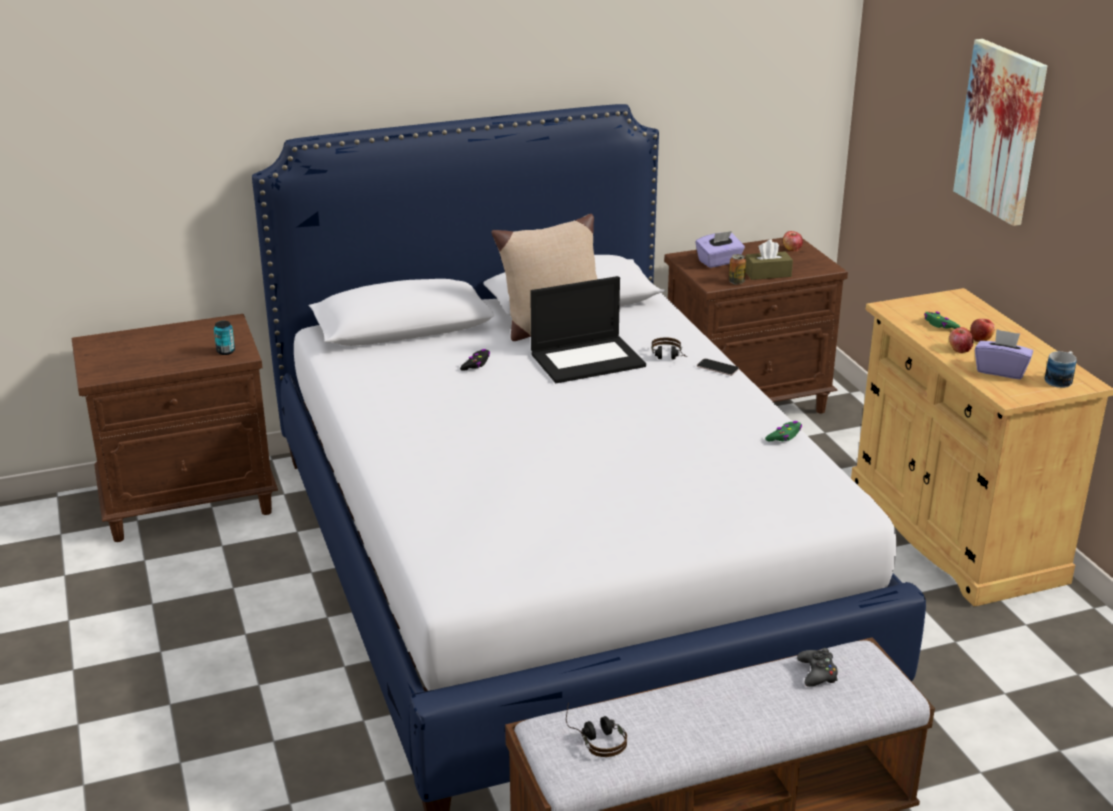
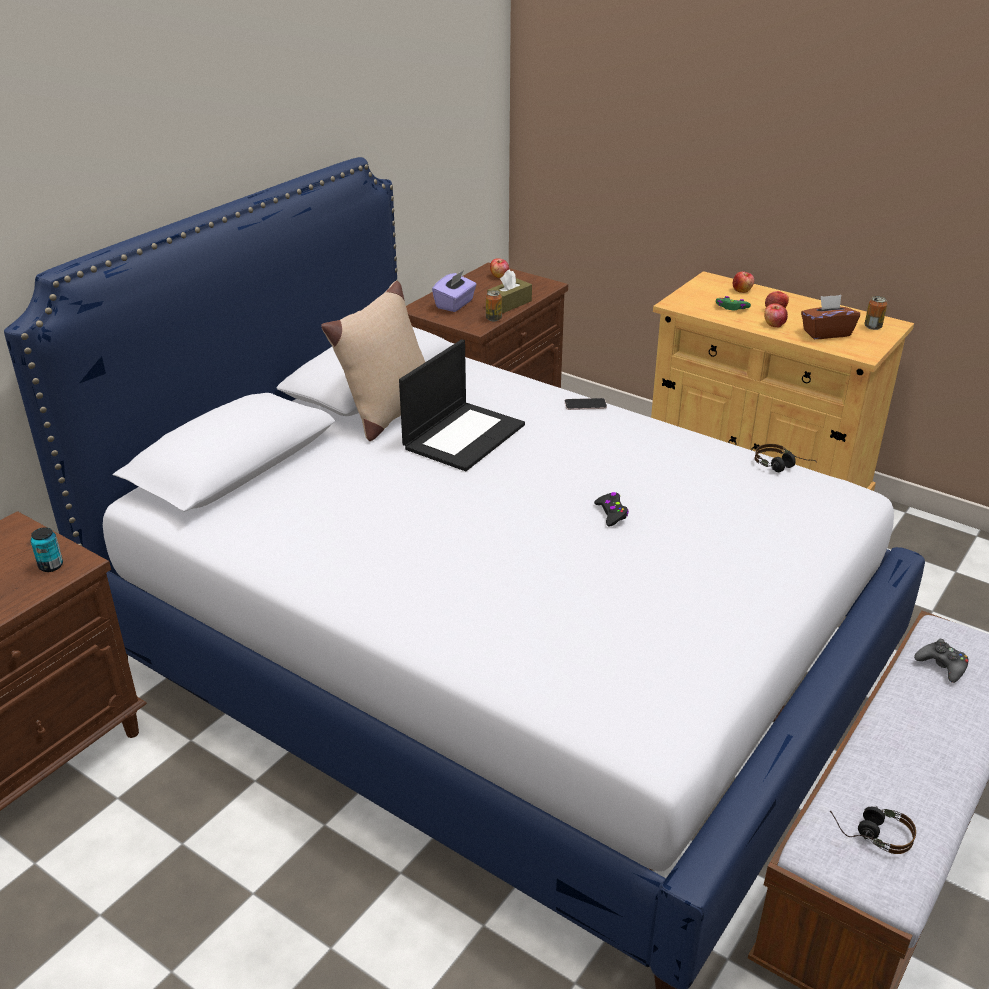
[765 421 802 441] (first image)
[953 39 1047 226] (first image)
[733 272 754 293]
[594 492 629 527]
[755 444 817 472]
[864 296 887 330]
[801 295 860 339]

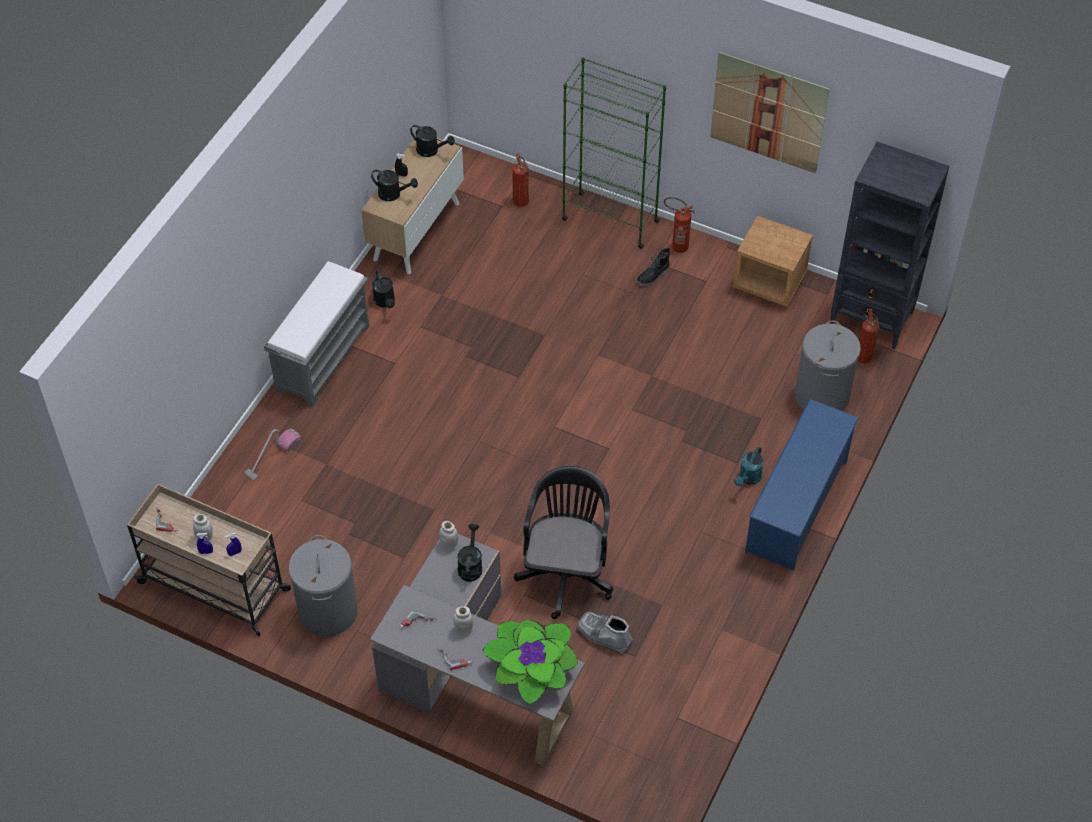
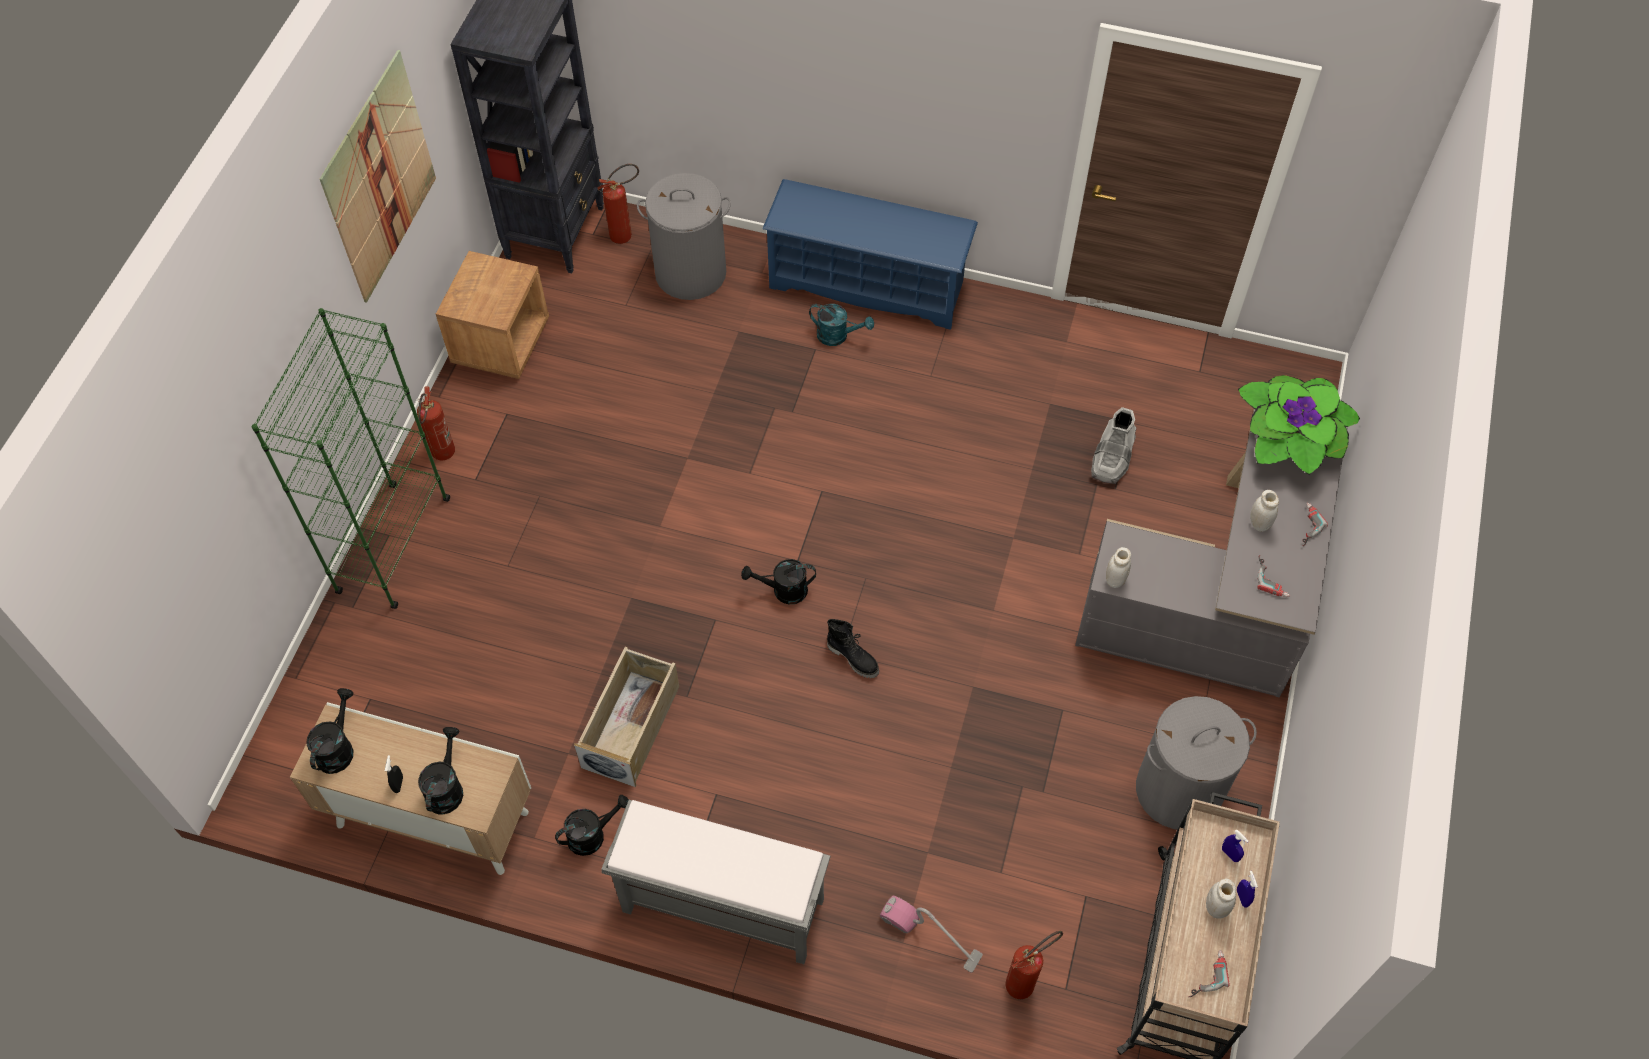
[514 466 613 619] (first image)
[574 647 679 787]
[741 559 816 604]
[1005 931 1063 999]
[827 619 879 678]

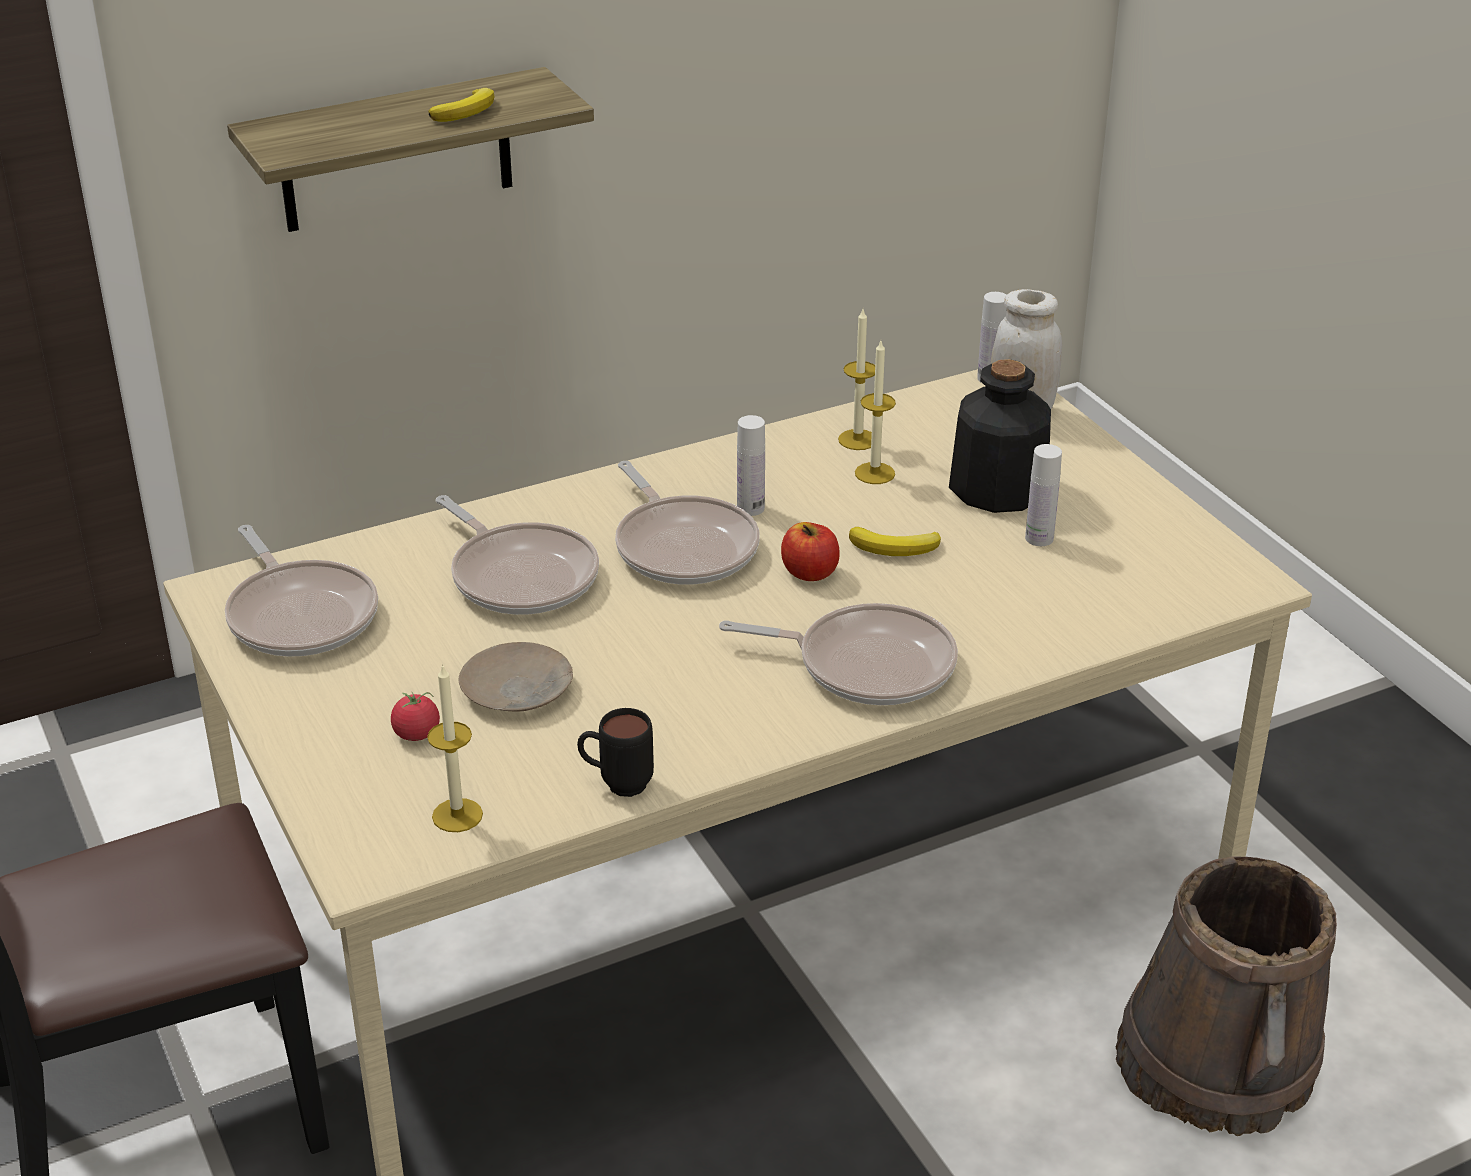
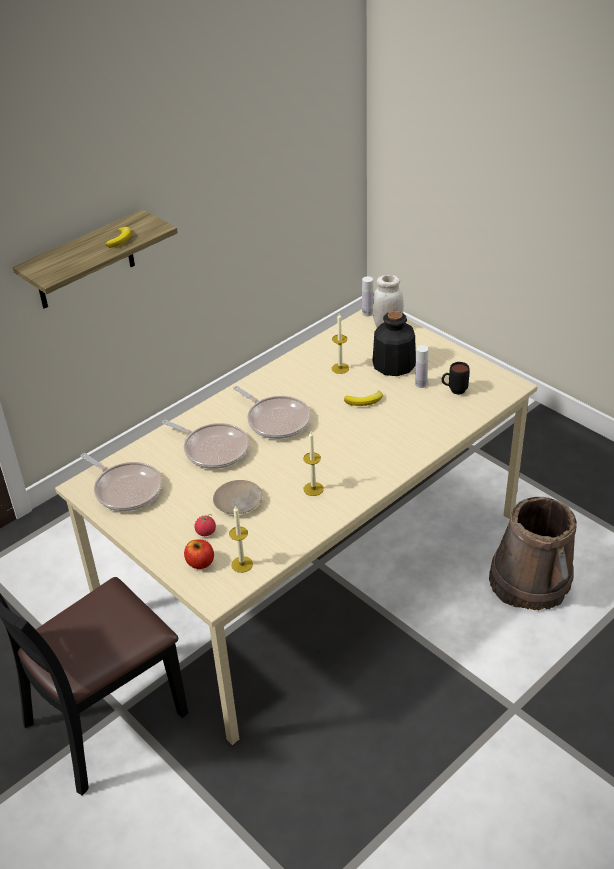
[719 603 958 705] (first image)
[737 415 765 516] (first image)
[442 362 470 395]
[184 540 214 569]
[303 432 324 496]

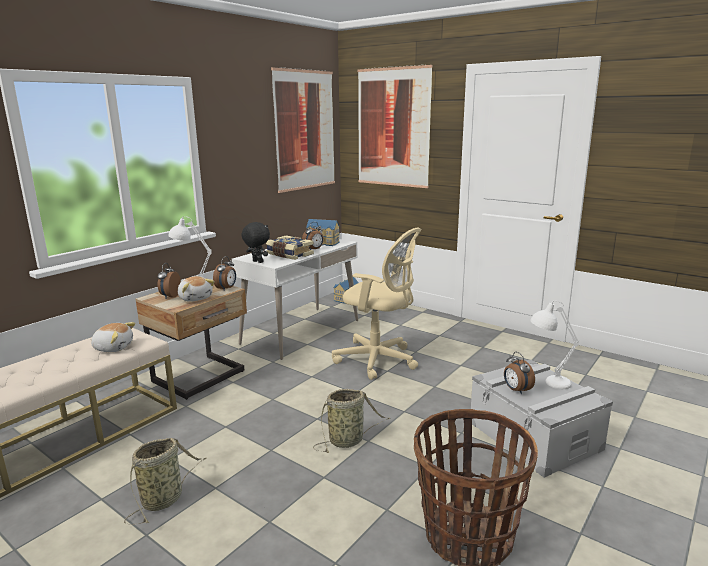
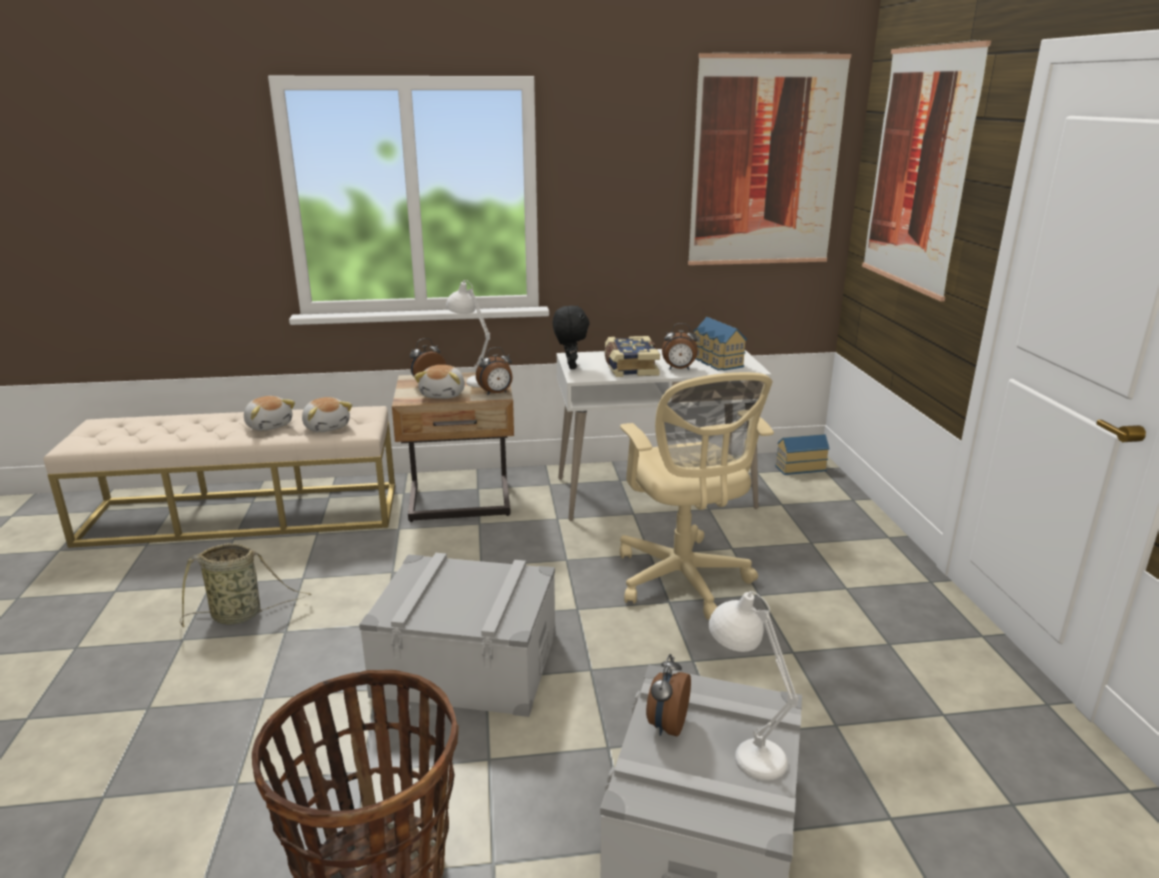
[244 396 295 431]
[359 553 555 717]

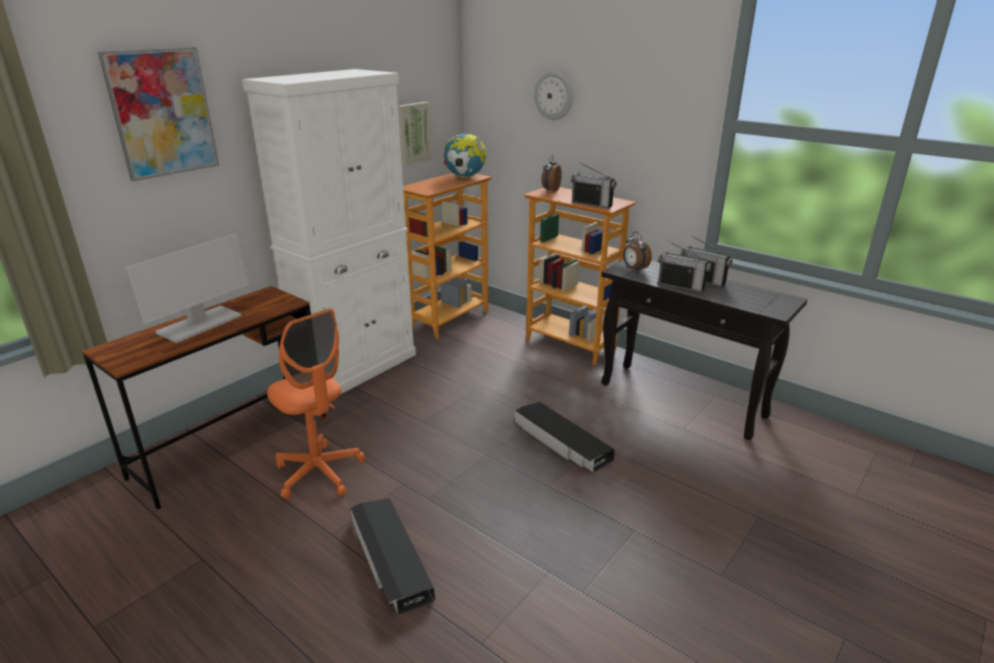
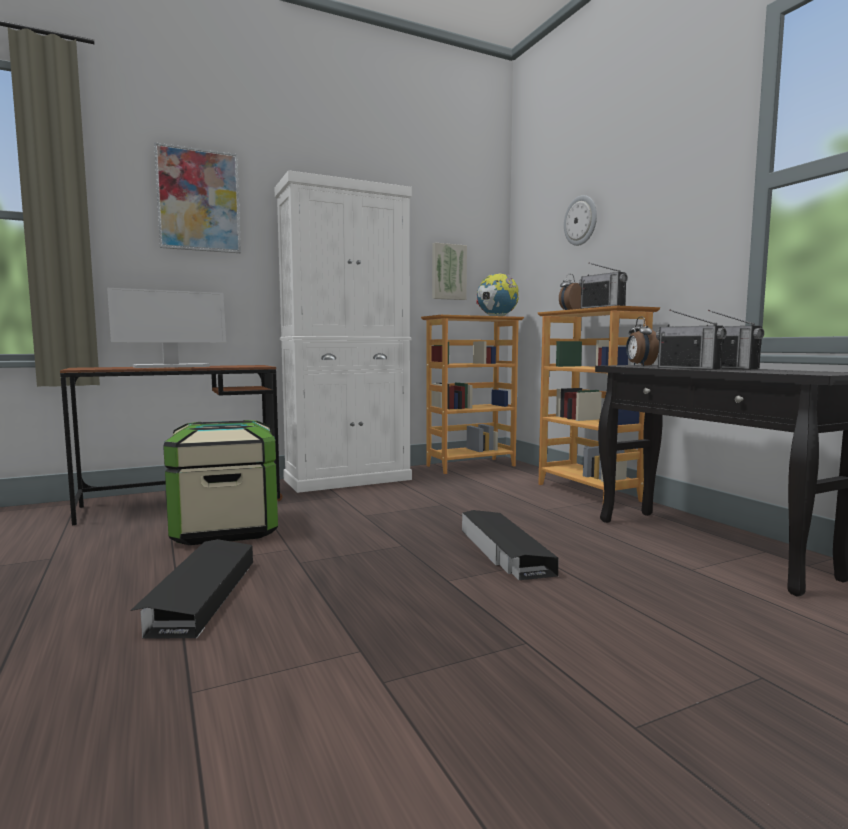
[163 420 278 545]

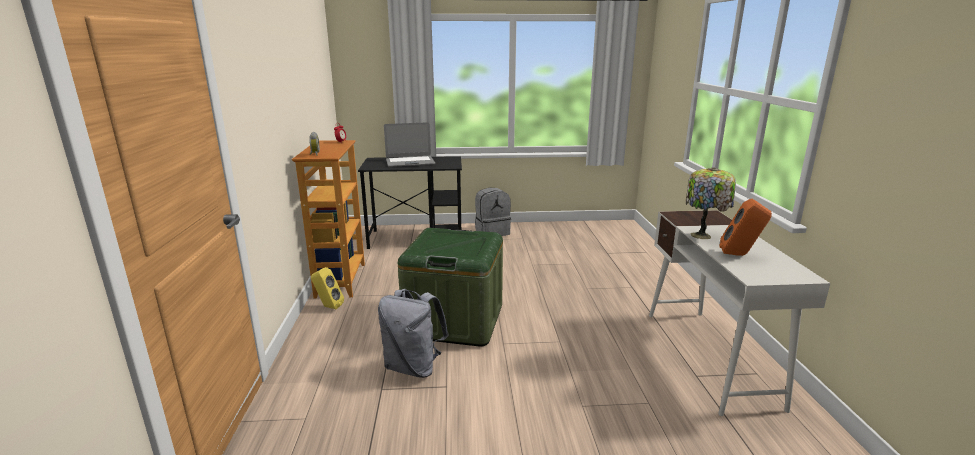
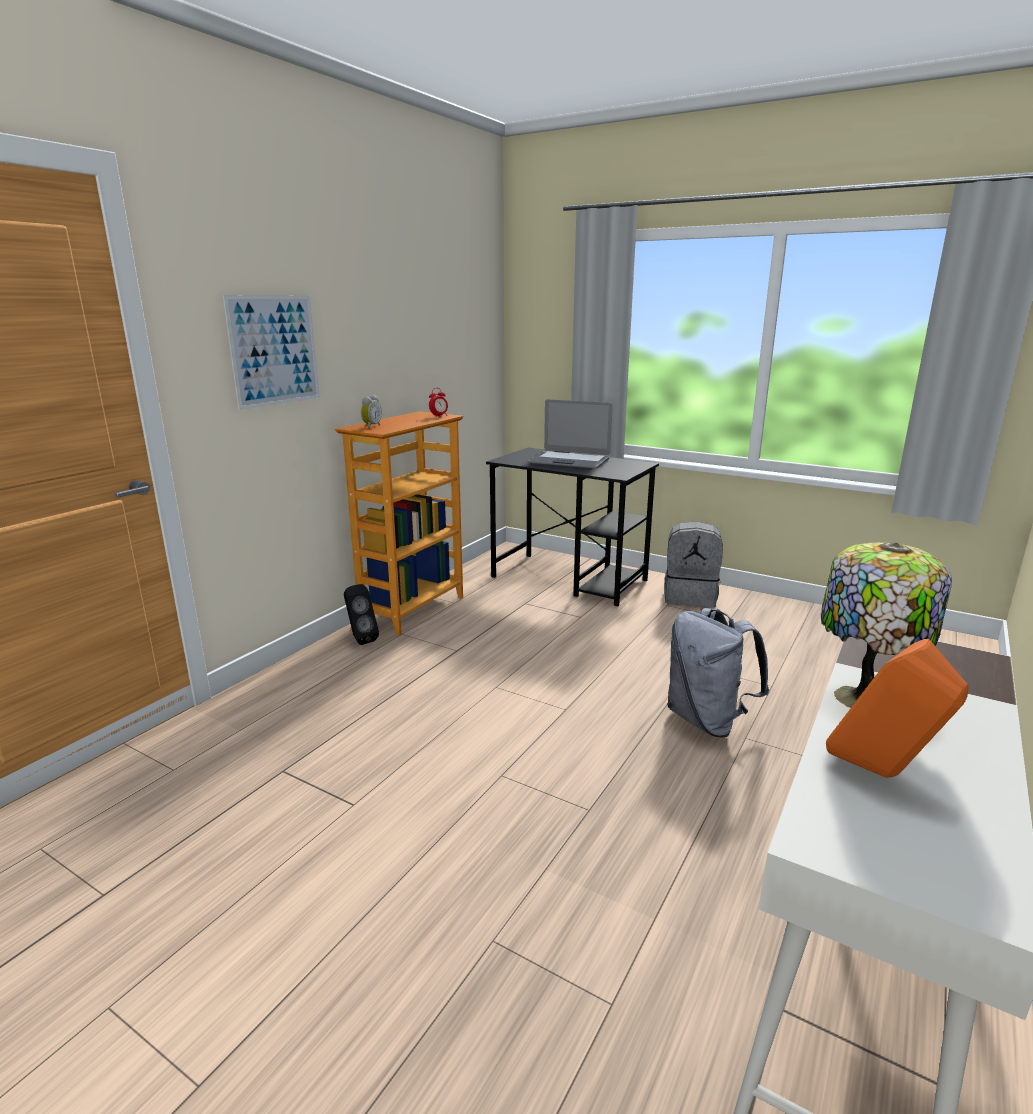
[398 228 503 347] (first image)
[223 295 320 410]
[667 608 769 738]
[344 584 379 645]

